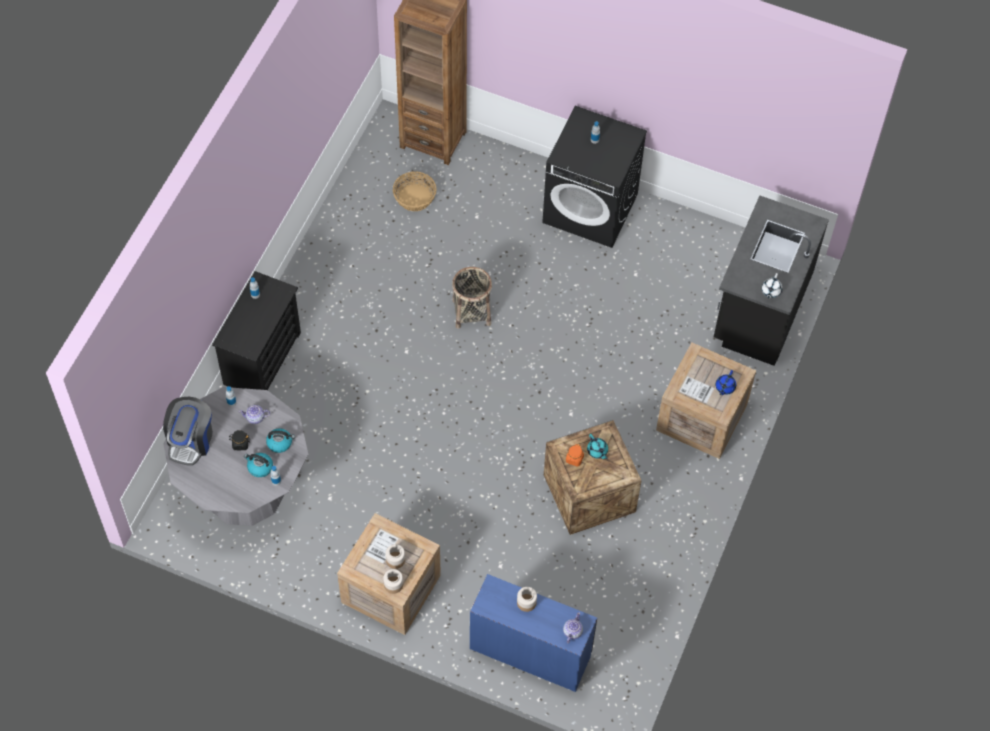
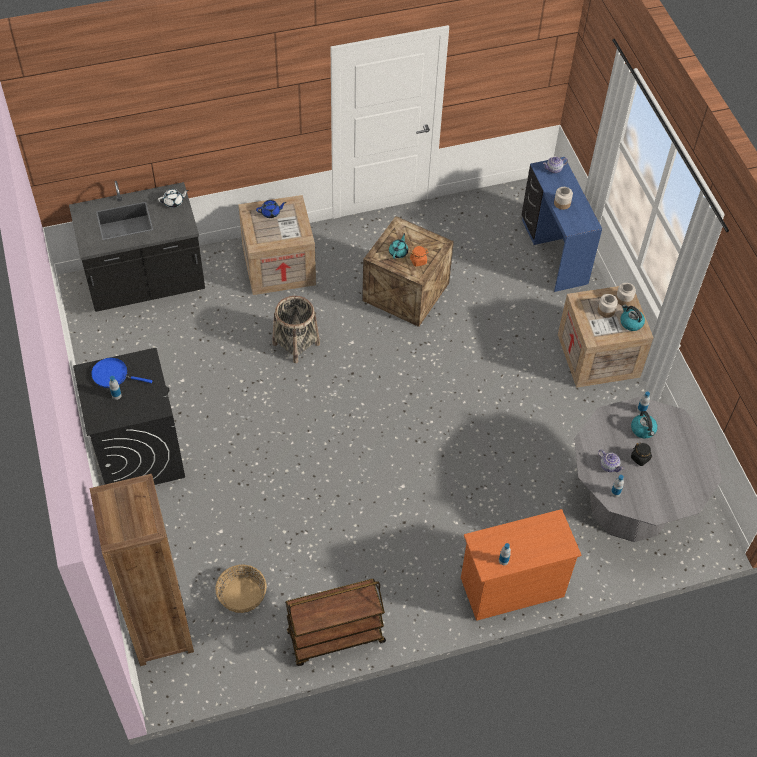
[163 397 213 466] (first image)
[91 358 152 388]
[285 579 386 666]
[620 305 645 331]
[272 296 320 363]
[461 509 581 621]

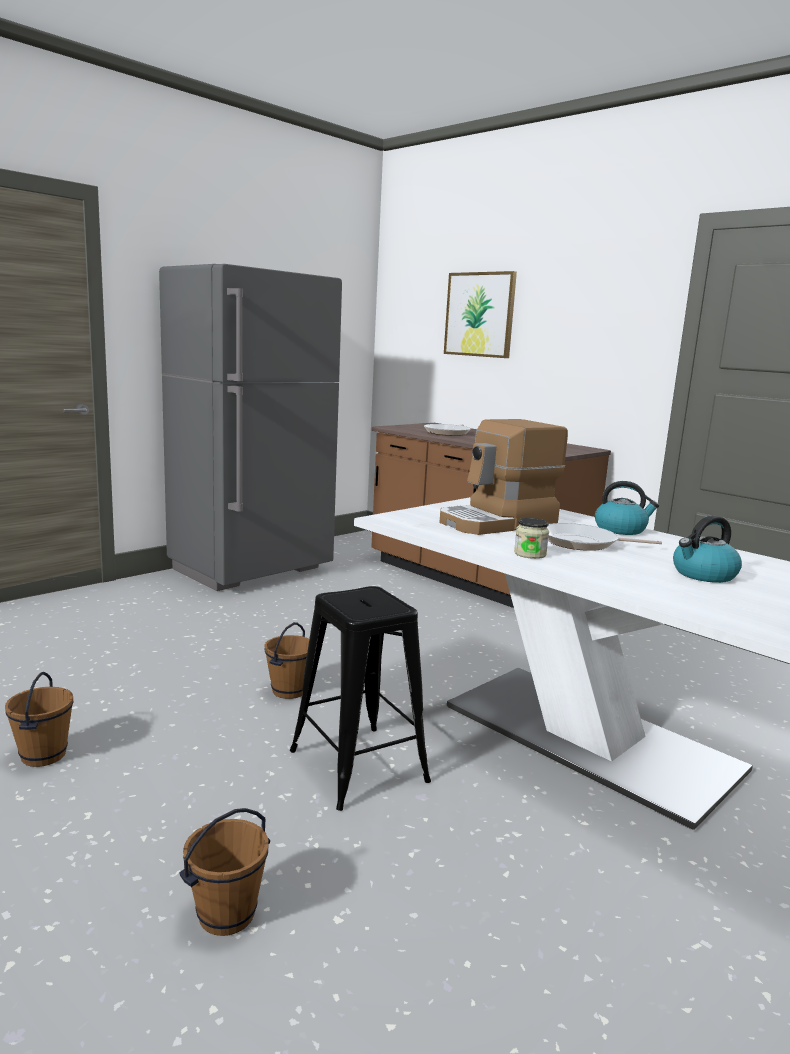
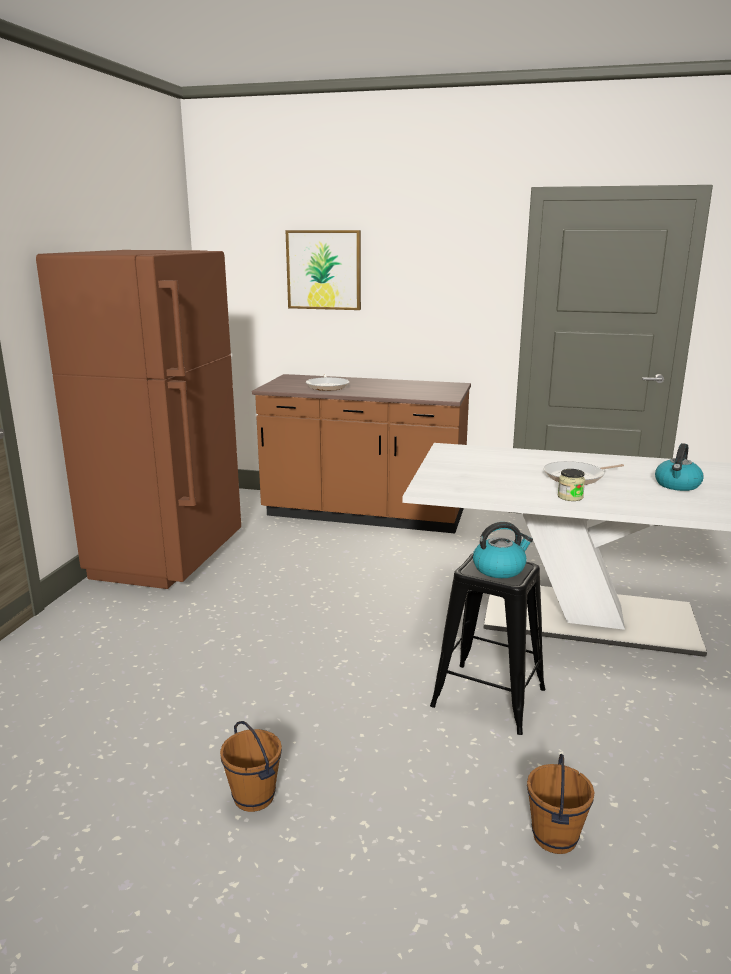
[264 622 309 699] (first image)
[439 419 568 535] (first image)
[473 522 533 578]
[36 250 241 589]

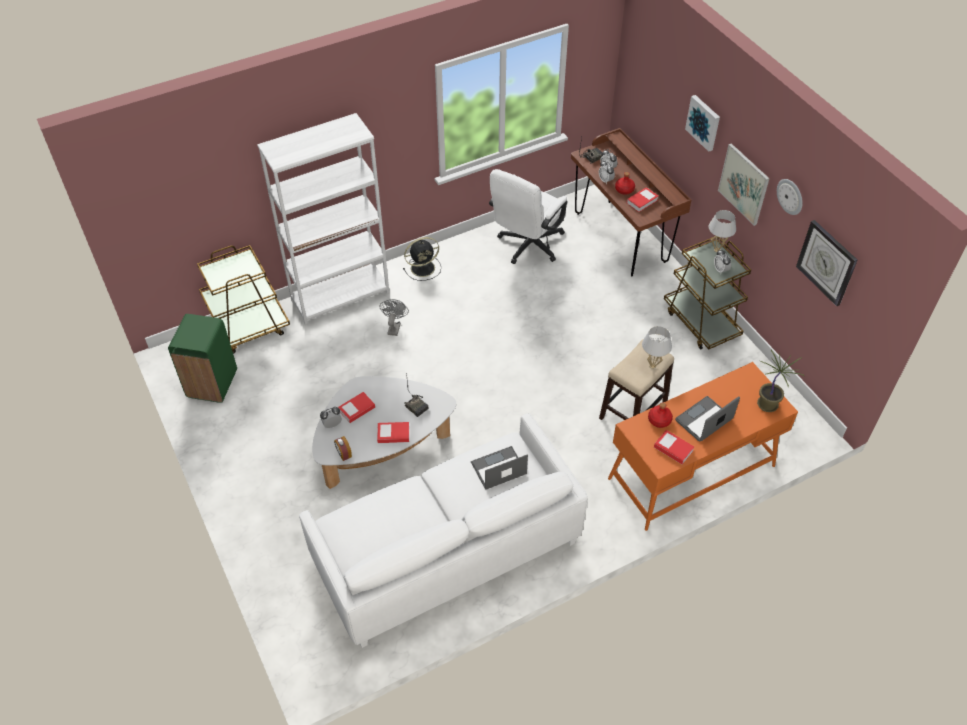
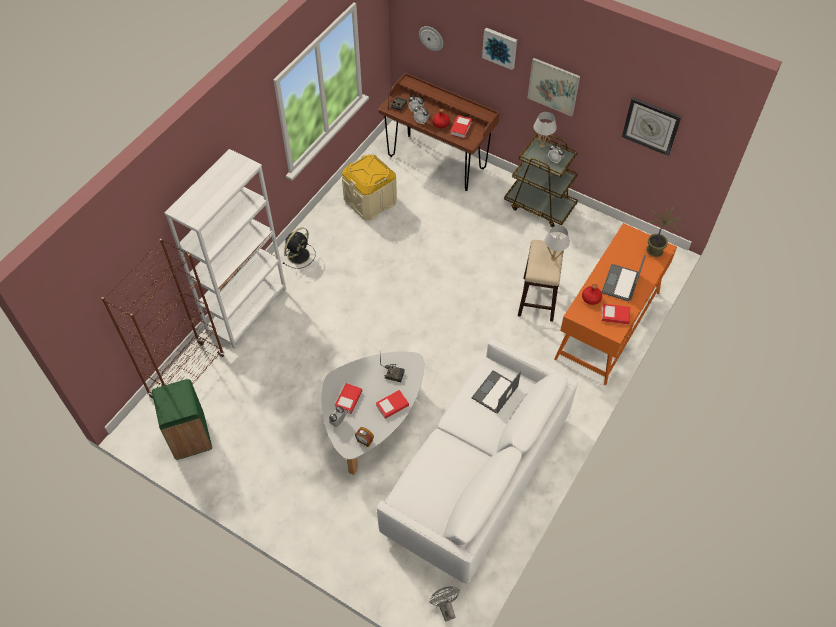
[429 586 460 622]
[419 26 443 51]
[101 238 224 399]
[342 155 397 220]

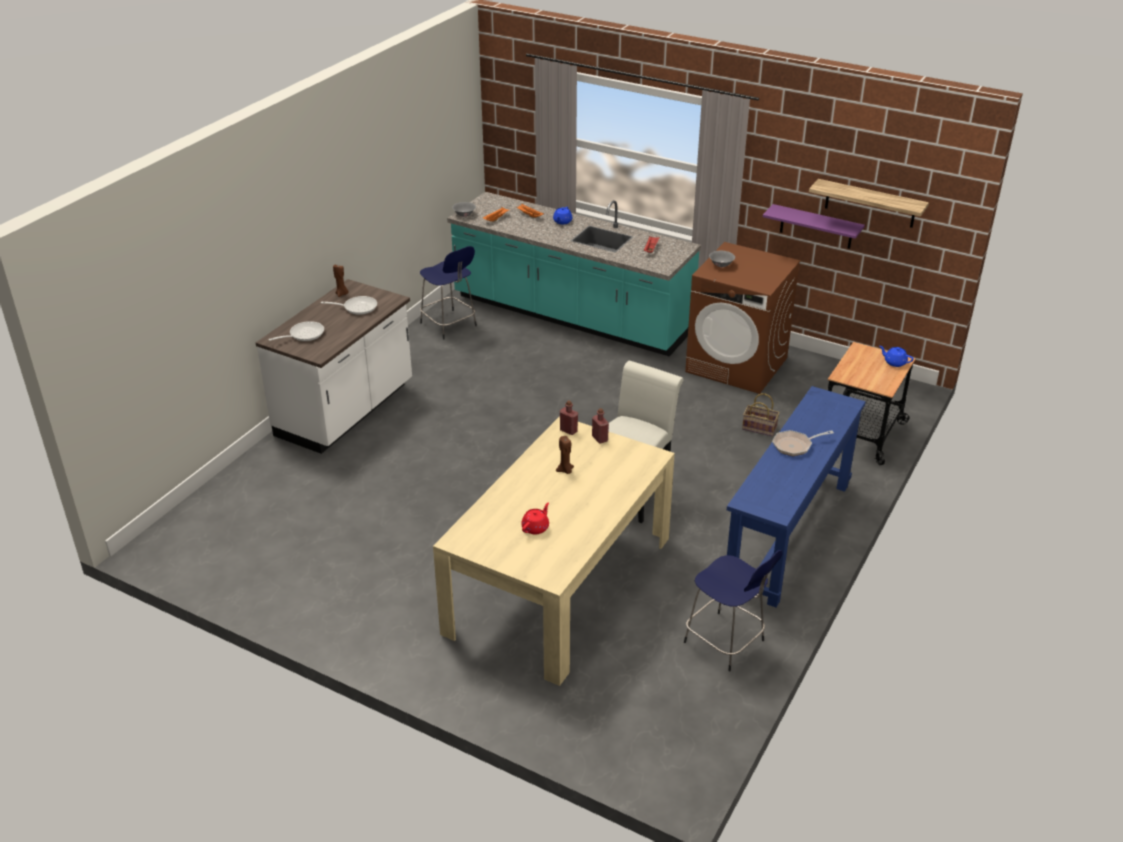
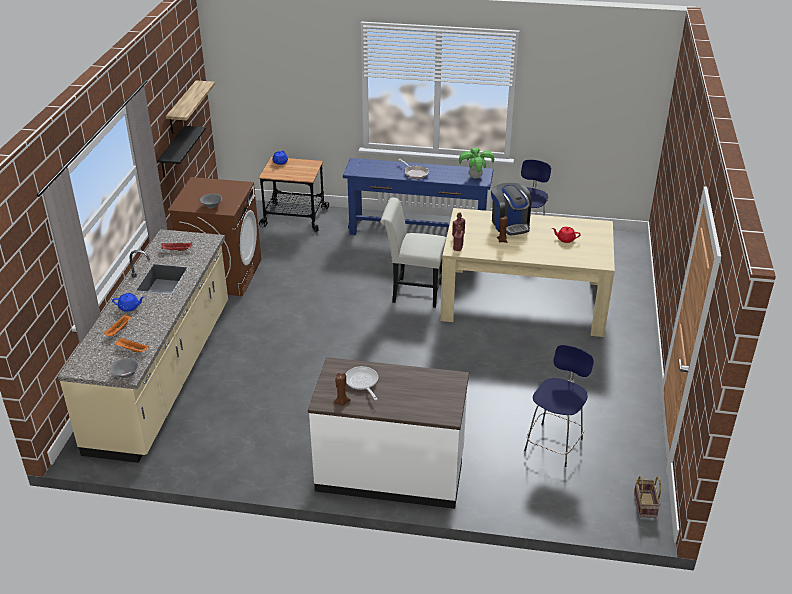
[268 321 324 341] (first image)
[459 148 494 179]
[491 183 532 236]
[524 345 594 467]
[634 476 661 518]
[58 229 228 463]
[157 126 206 178]

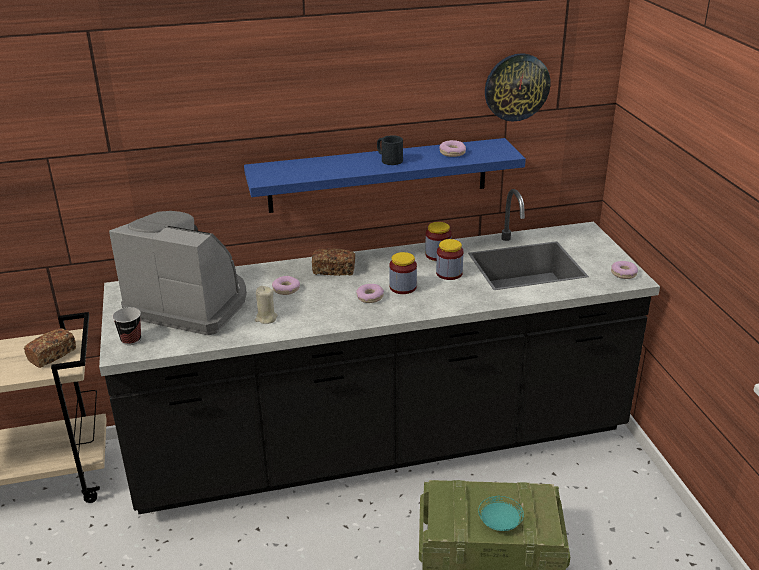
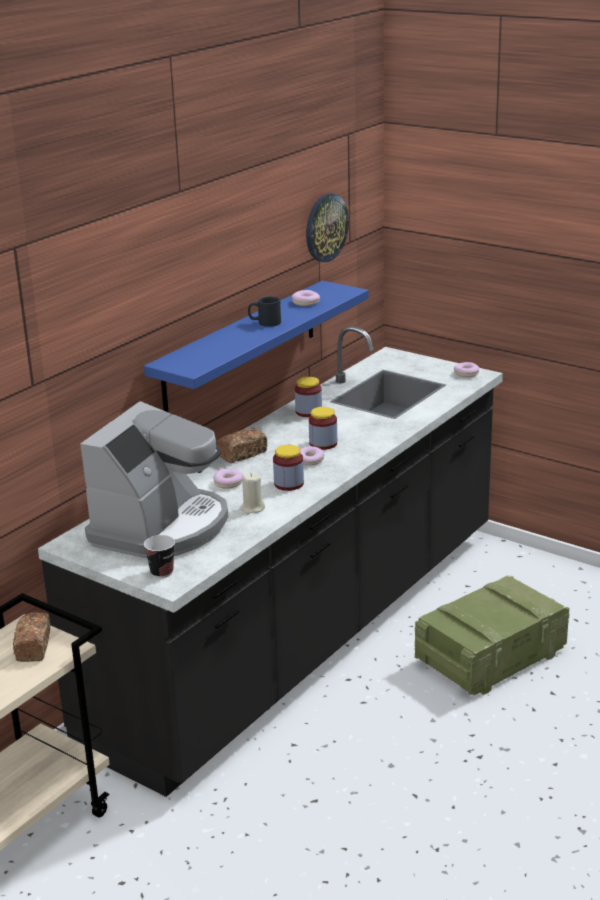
[478 496 524 531] (first image)
[273 445 304 491]
[80 401 228 558]

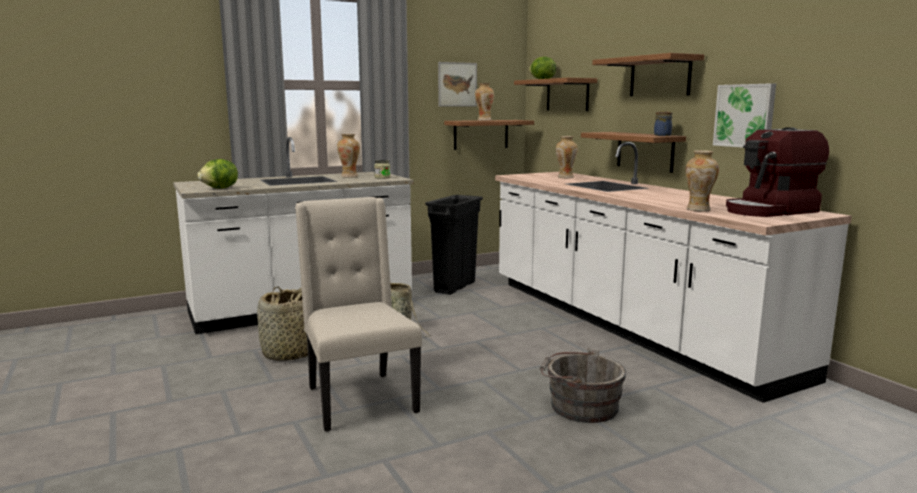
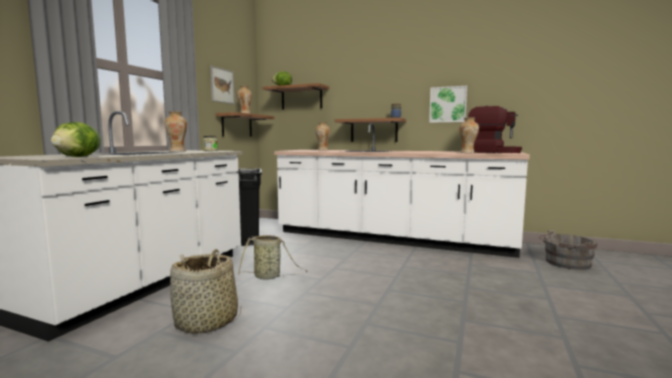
[295 197 422 431] (first image)
[592 53 704 96] (first image)
[539 230 598 270]
[468 106 522 153]

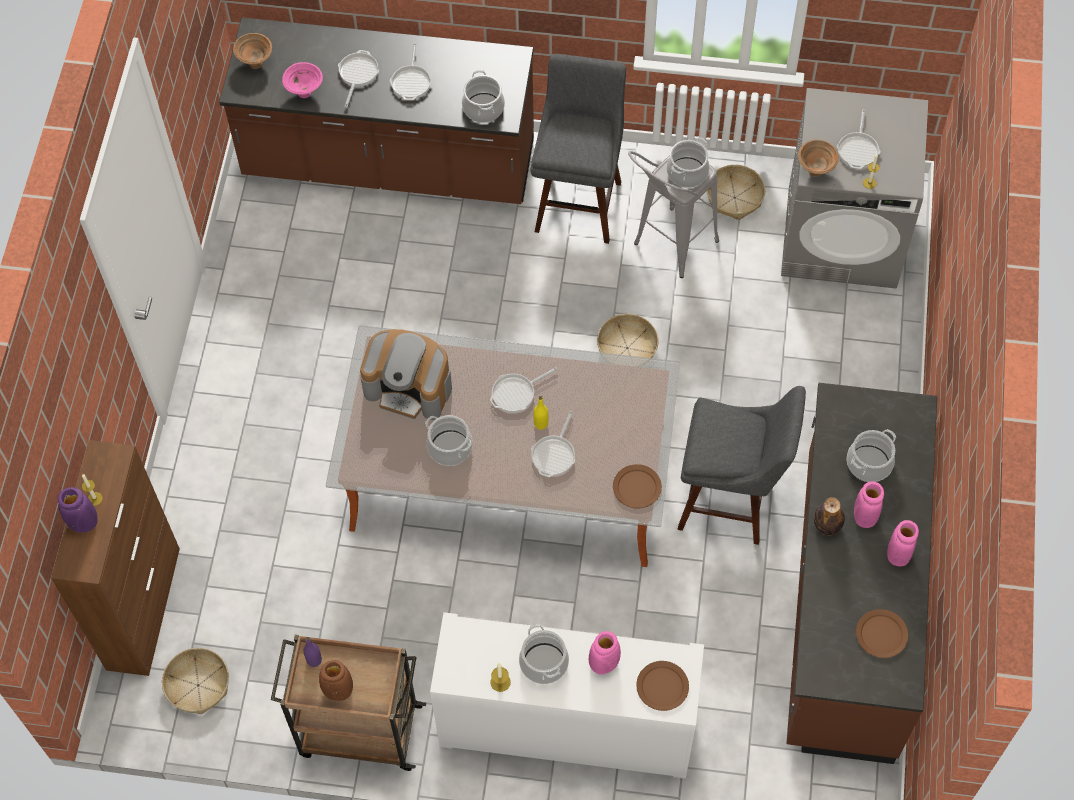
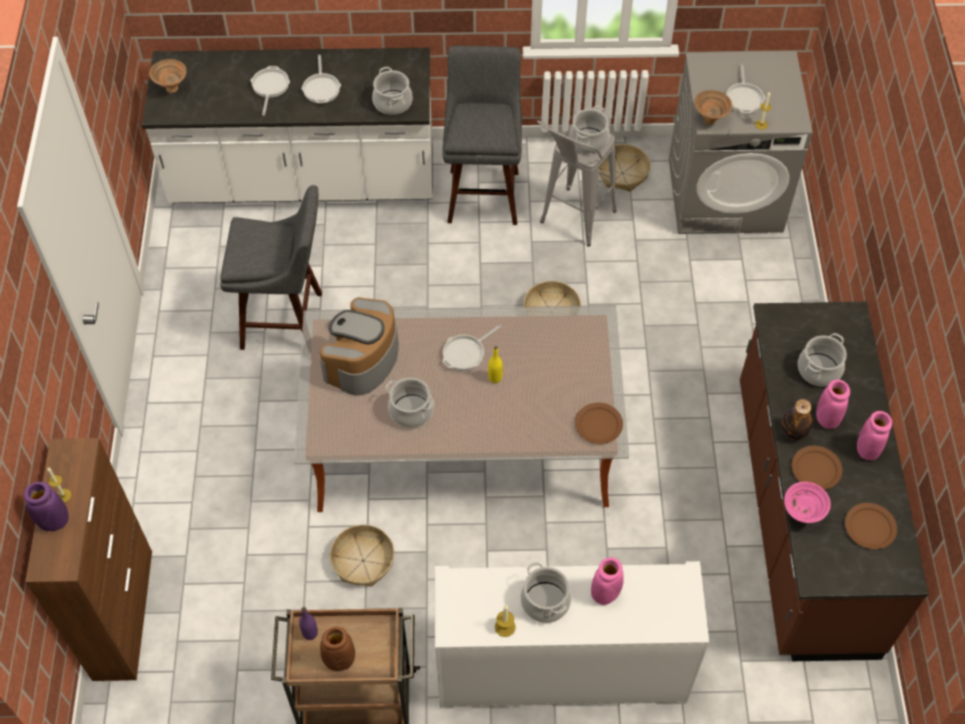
[531 411 575 477] (first image)
[330 524 394 586]
[784 482 831 523]
[792 446 842 490]
[220 185 322 350]
[142 48 433 203]
[320 297 399 395]

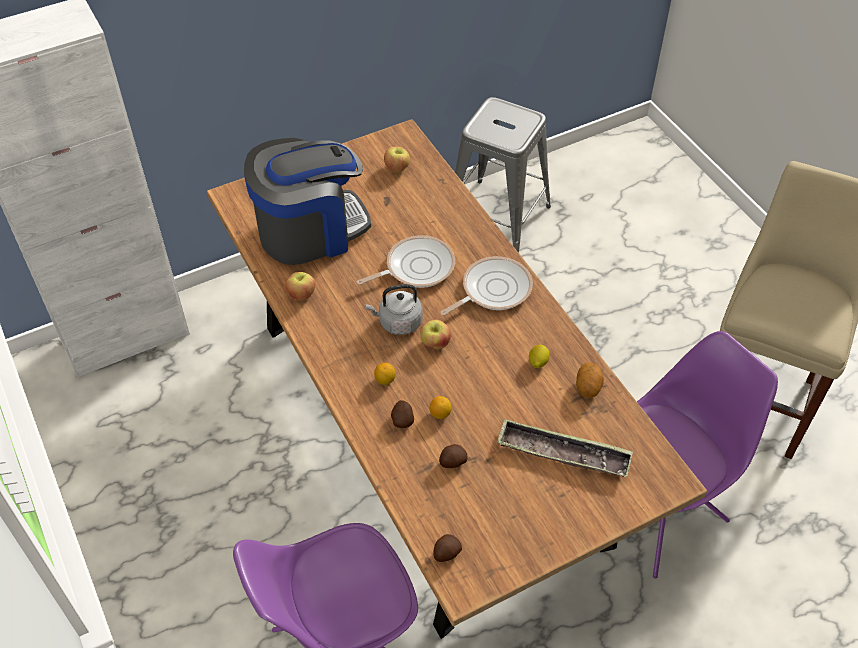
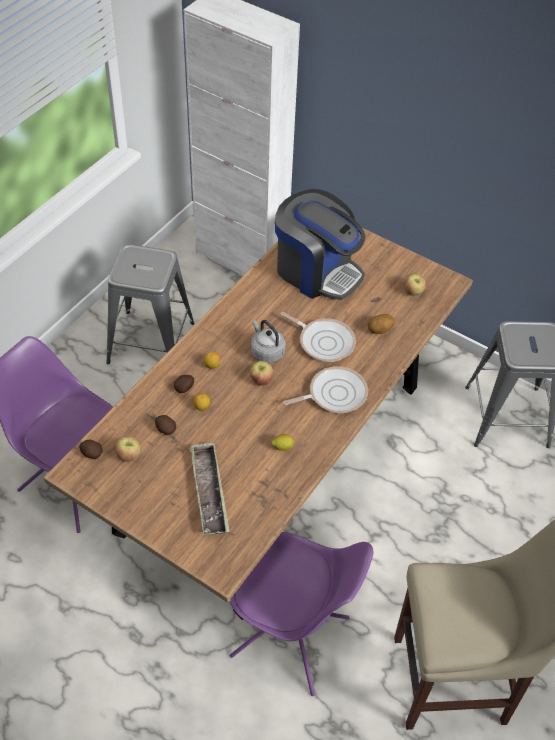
[106 244 194 364]
[115 436 141 462]
[368 314 395 334]
[283 366 368 413]

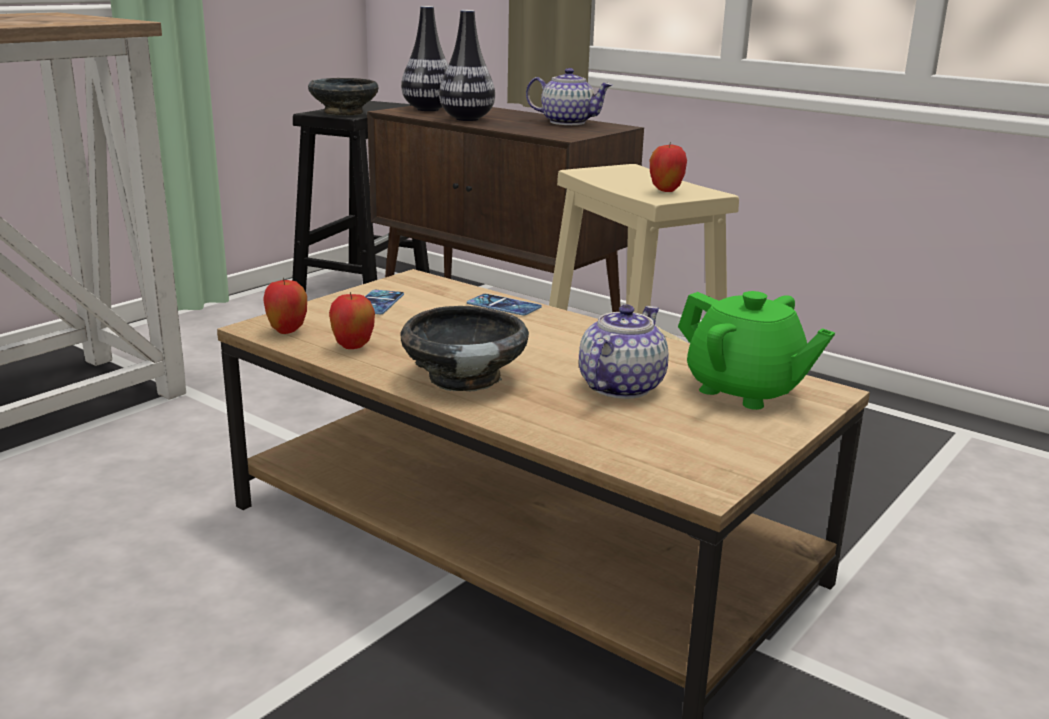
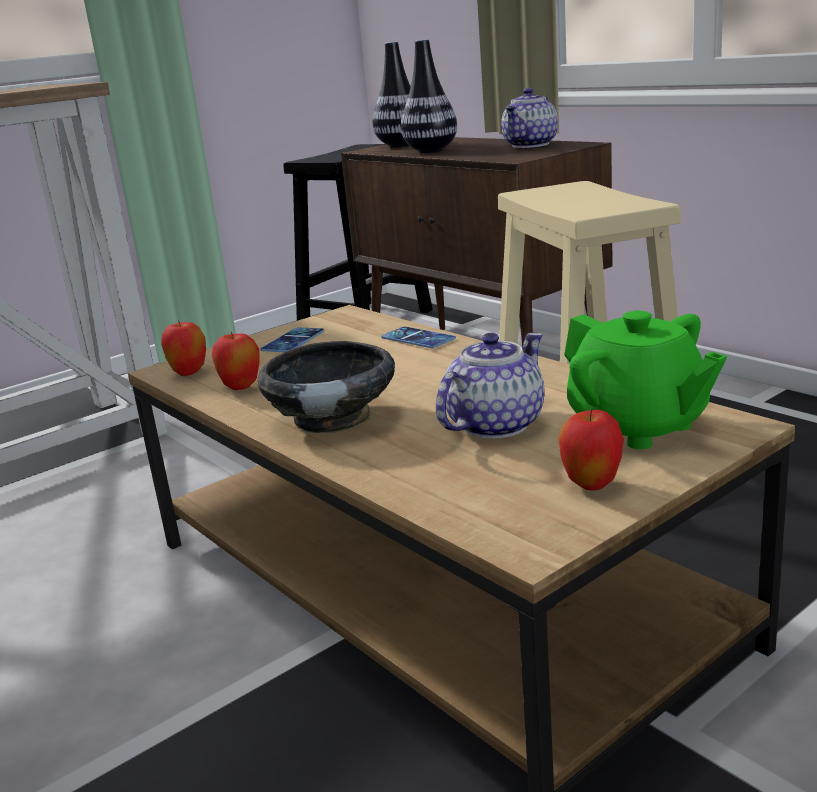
[308 78 379 116] (first image)
[558 409 624 491]
[501 88 558 148]

